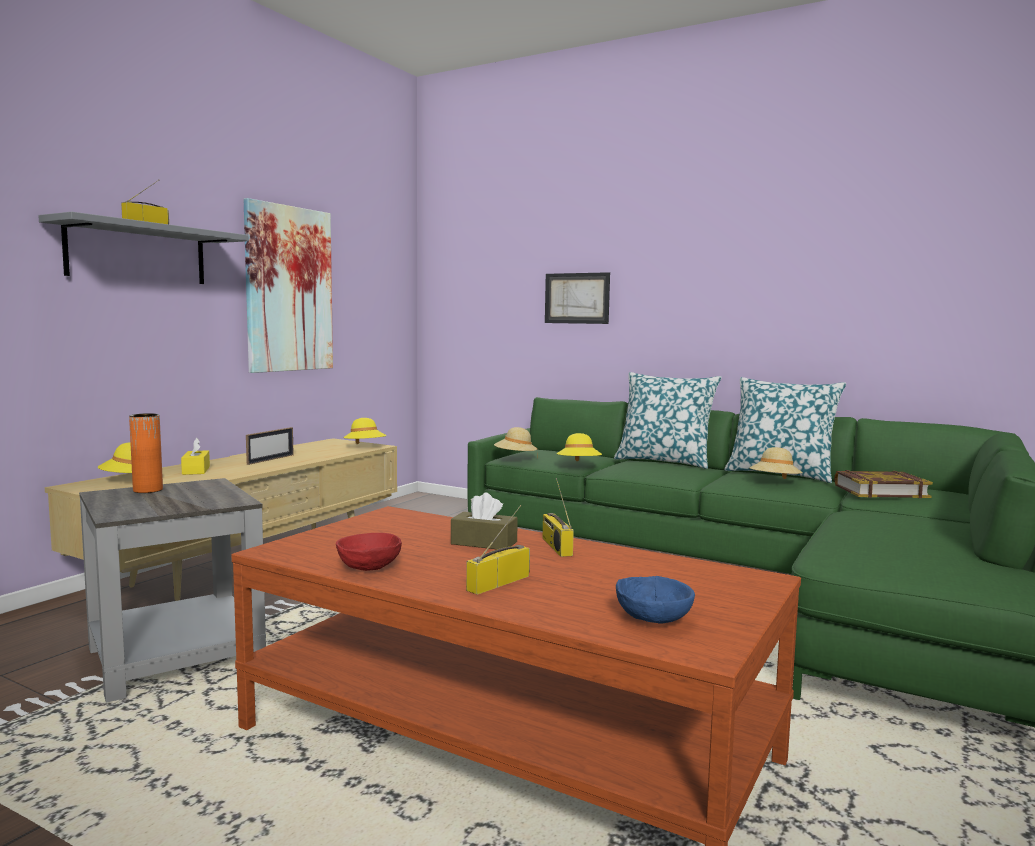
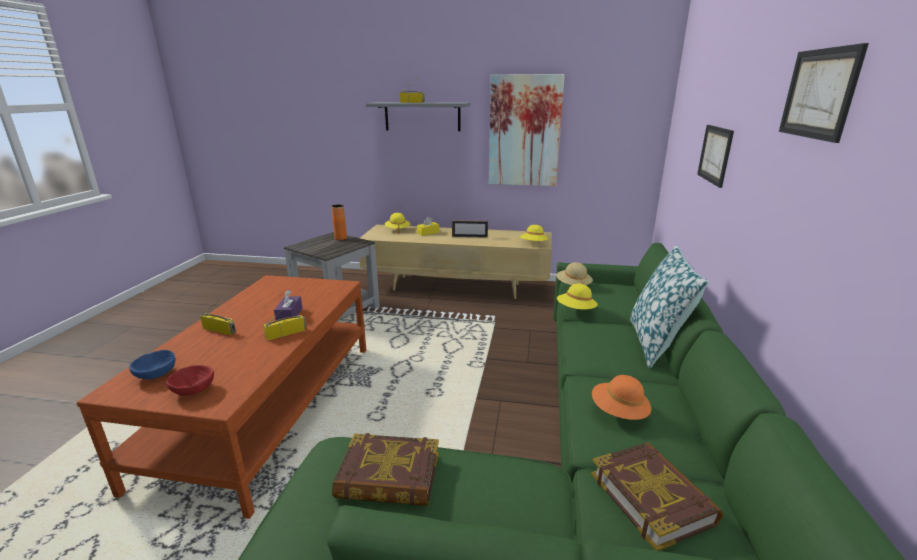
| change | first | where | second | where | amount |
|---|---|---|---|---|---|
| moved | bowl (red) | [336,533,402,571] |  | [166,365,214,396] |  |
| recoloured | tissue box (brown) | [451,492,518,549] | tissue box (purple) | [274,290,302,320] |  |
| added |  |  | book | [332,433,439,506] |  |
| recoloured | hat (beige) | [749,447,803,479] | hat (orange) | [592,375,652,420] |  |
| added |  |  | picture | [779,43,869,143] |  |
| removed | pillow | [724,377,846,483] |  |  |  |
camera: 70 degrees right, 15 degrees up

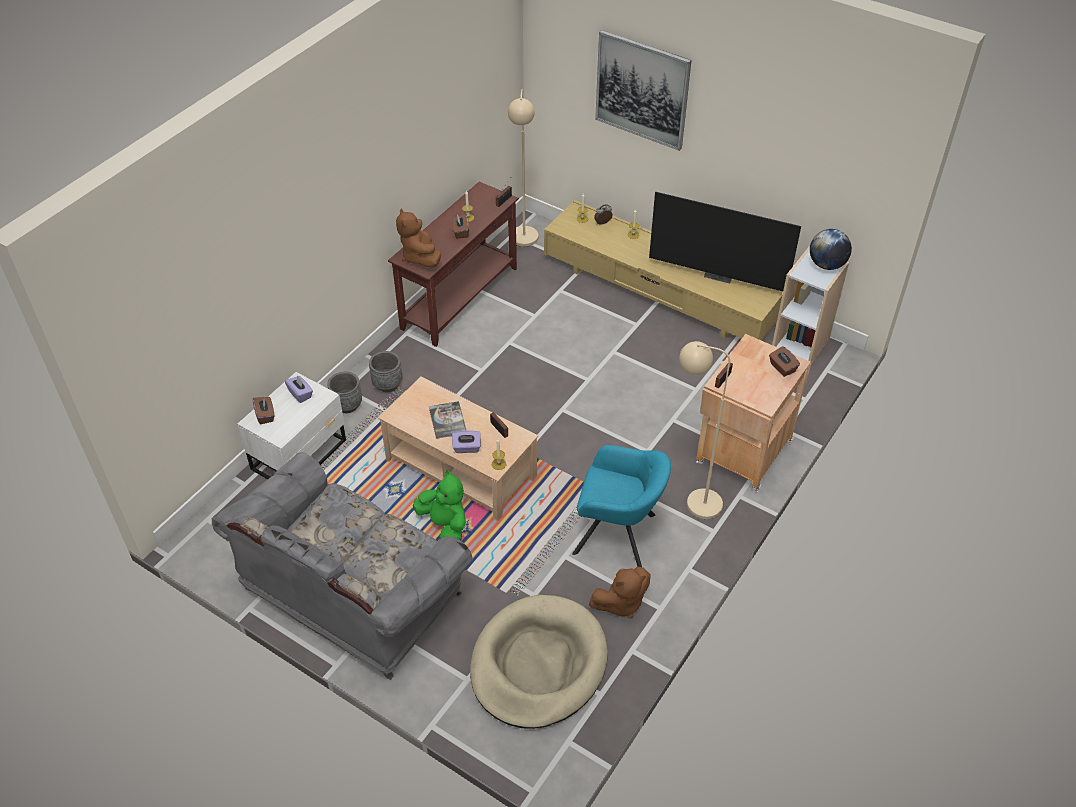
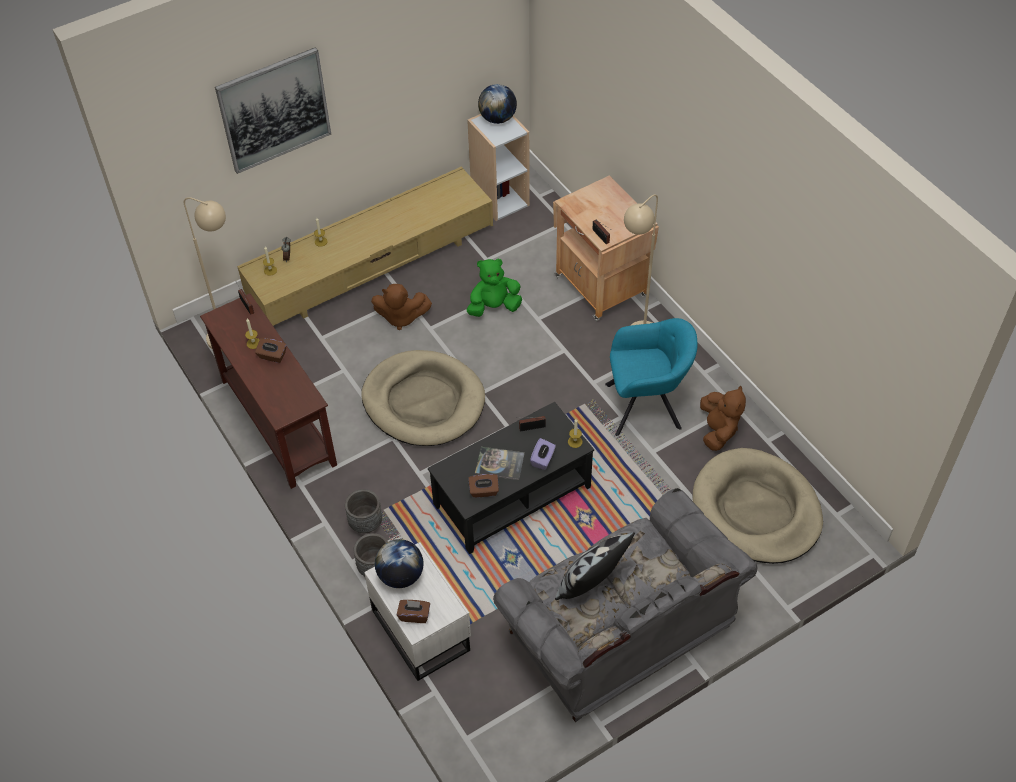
| change | first | where | second | where | amount |
|---|---|---|---|---|---|
| added |  |  | dog bed (beige) | [362,350,485,446] |  |
| moved | plush toy (brown) | [396,208,441,268] |  | [371,284,432,330] |  |
| replaced | tissue box (purple) | [285,375,313,403] | globe | [375,539,423,588] |  |
| recoloured | coffee table (beige) | [379,377,538,521] | coffee table (black) | [428,402,594,554] |  |
| moved | plush toy (green) | [413,470,466,541] |  | [467,258,522,317] |  |
| moved | tissue box (brown) | [769,346,800,377] |  | [468,474,499,498] |  |
| added |  |  | pillow | [555,532,635,600] |  |
| turned | armchair (turquoise) | [572,445,671,567] |  | [605,318,698,436] | 45 degrees clockwise |
| removed | television | [649,192,801,291] |  |  |  |
camera: 65 degrees left, 5 degrees up

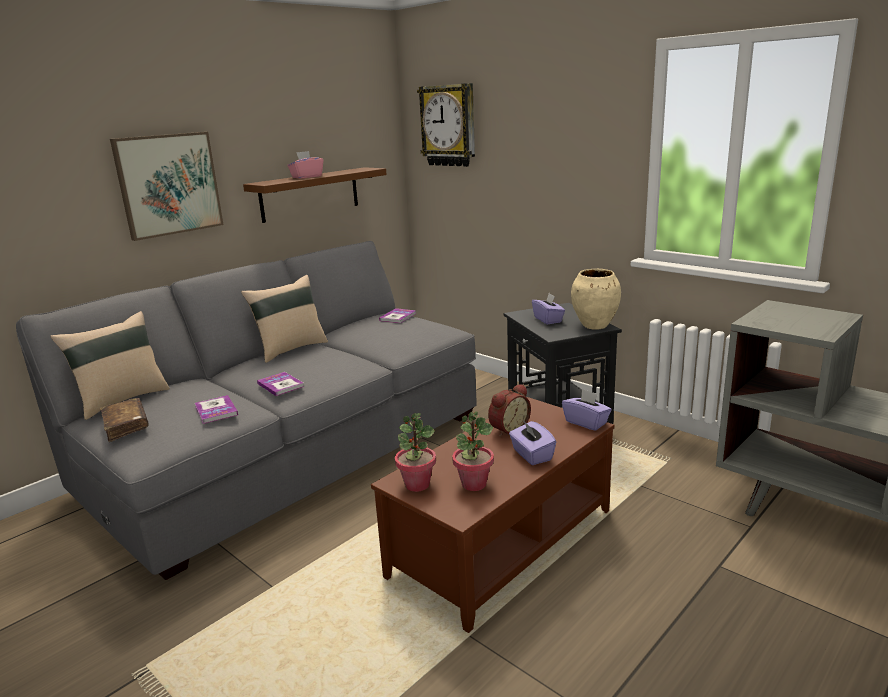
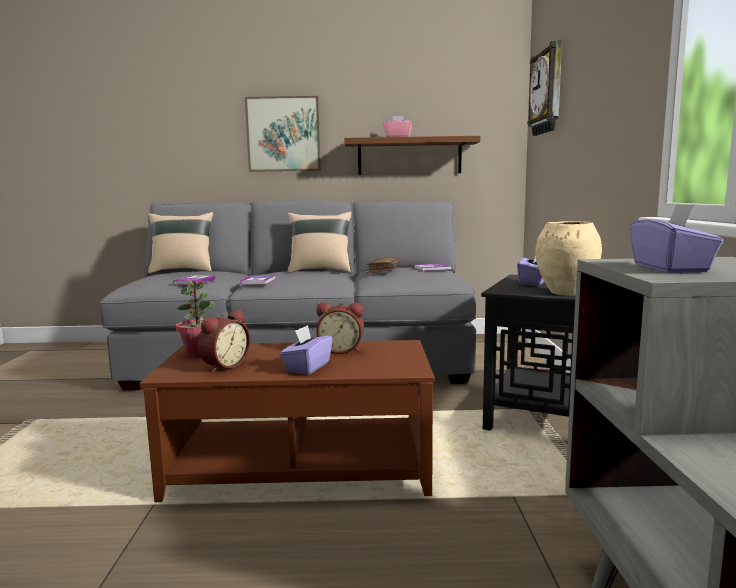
| change | first | where | second | where | amount |
|---|---|---|---|---|---|
| replaced | potted plant | [452,412,494,491] | alarm clock | [198,310,251,372] |  |
| moved | book (brown) | [100,398,148,442] |  | [366,257,402,273] |  |
| moved | tissue box (purple) | [562,389,612,431] |  | [630,204,723,273] |  |
camera: 45 degrees right, 10 degrees down

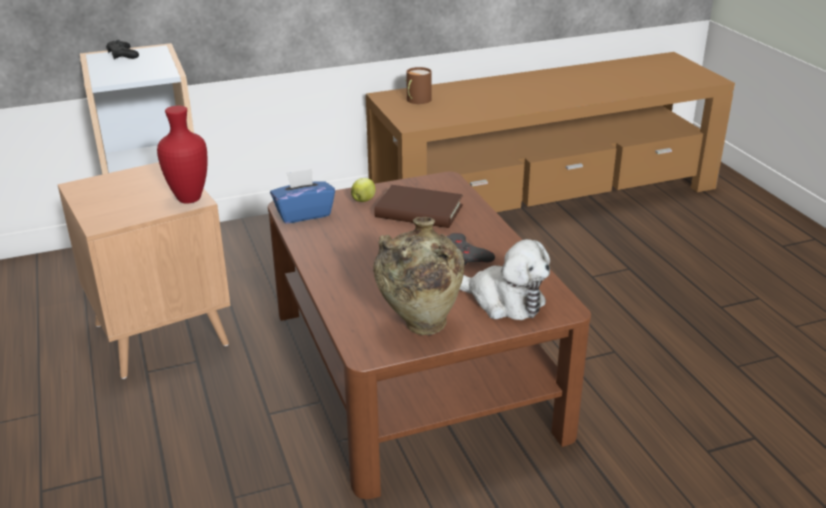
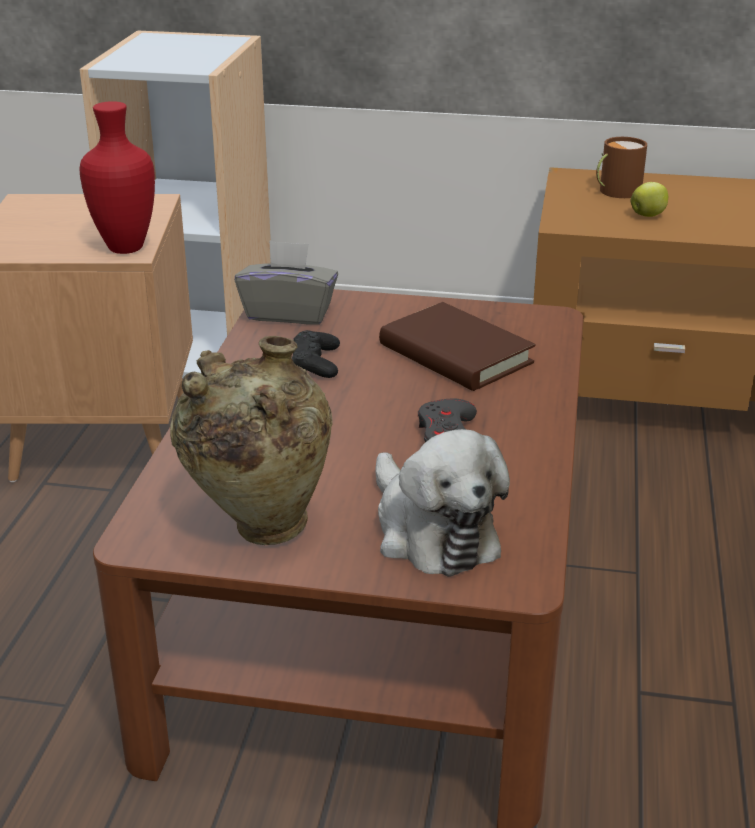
| change | first | where | second | where | amount |
|---|---|---|---|---|---|
| recoloured | tissue box (blue) | [270,169,335,224] | tissue box (grey) | [235,241,338,324] |  |
| moved | game controller (black) | [106,40,139,60] |  | [292,330,340,378] |  |
| moved | apple | [351,178,376,202] |  | [631,182,668,217] |  |
camera: 30 degrees right, 0 degrees up

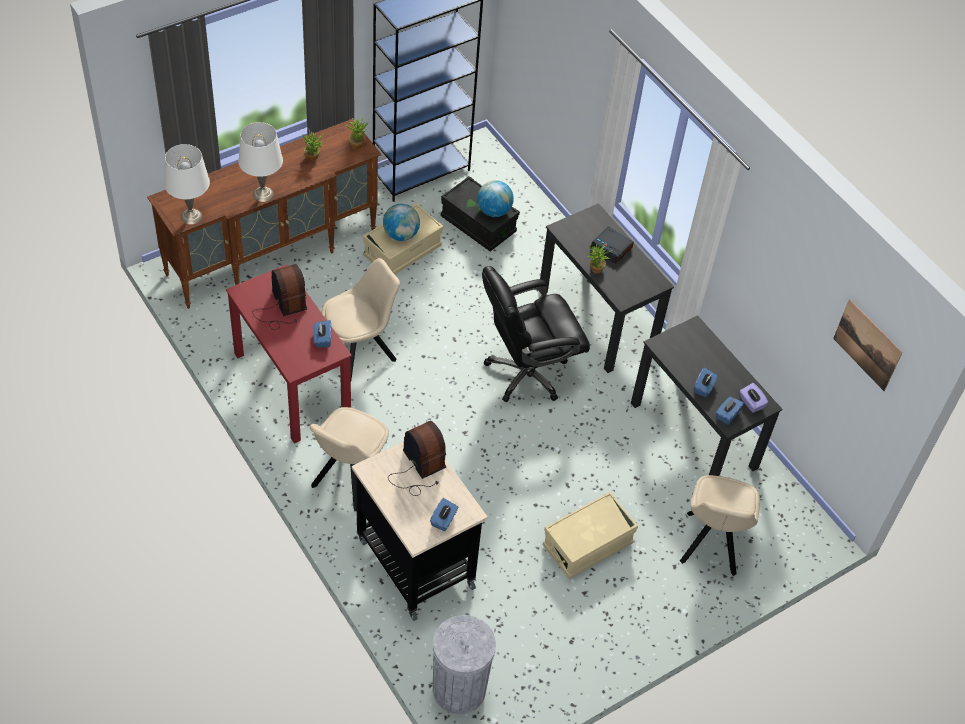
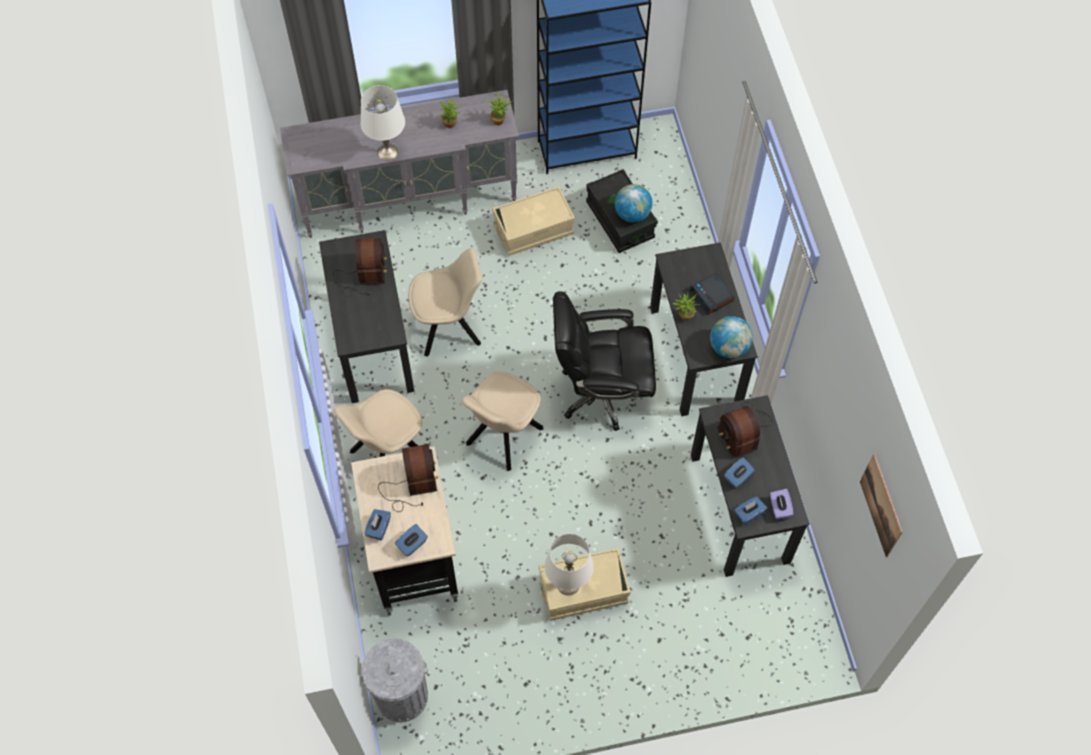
| change | first | where | second | where | amount |
|---|---|---|---|---|---|
| recoloured | cabinet (brown) | [147,119,382,309] | cabinet (grey) | [280,90,519,238] |  |
| recoloured | desk (red) | [226,264,352,444] | desk (black) | [319,230,415,403] |  |
| moved | tissue box (blue) | [314,320,331,347] |  | [364,509,391,540] |  |
| moved | chair (beige) | [680,475,760,576] |  | [462,372,544,471] |  |
| moved | table lamp (white) | [164,144,210,224] |  | [545,534,594,595] |  |
| moved | globe | [383,204,420,241] |  | [710,316,753,358] |  |
| added |  |  | radio | [717,402,773,459] |  |
camera: 25 degrees right, 10 degrees up

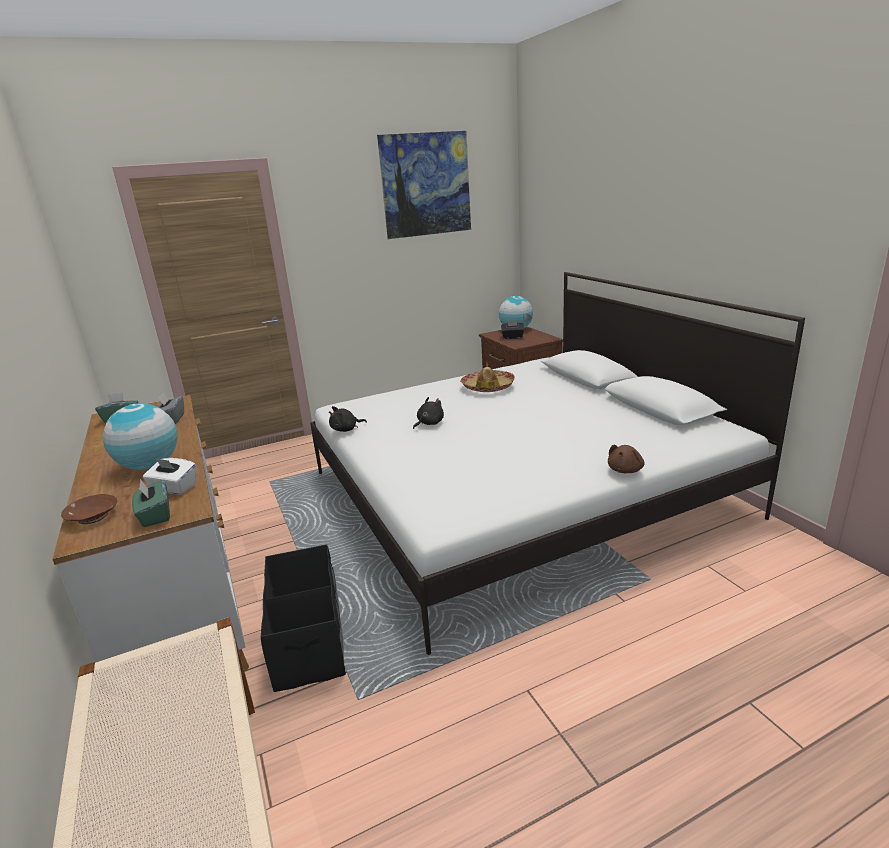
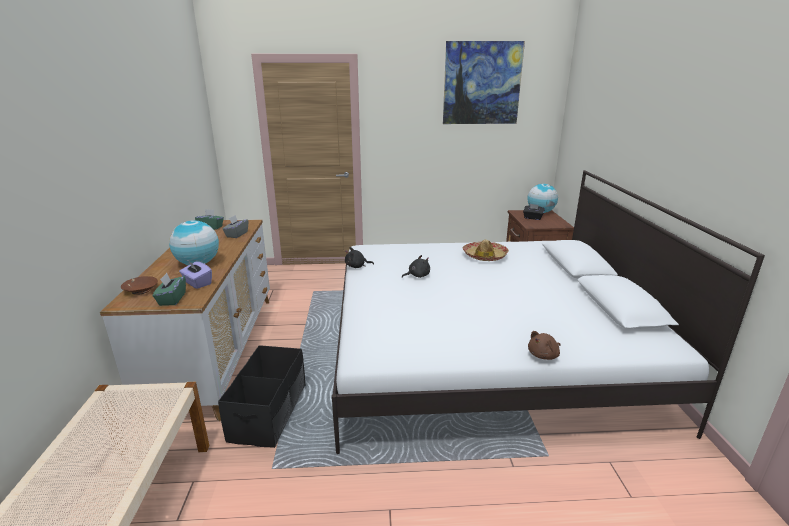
| change | first | where | second | where | amount |
|---|---|---|---|---|---|
| recoloured | tissue box (white) | [143,458,196,495] | tissue box (purple) | [179,261,212,289] |  |
camera: 20 degrees right, 0 degrees up

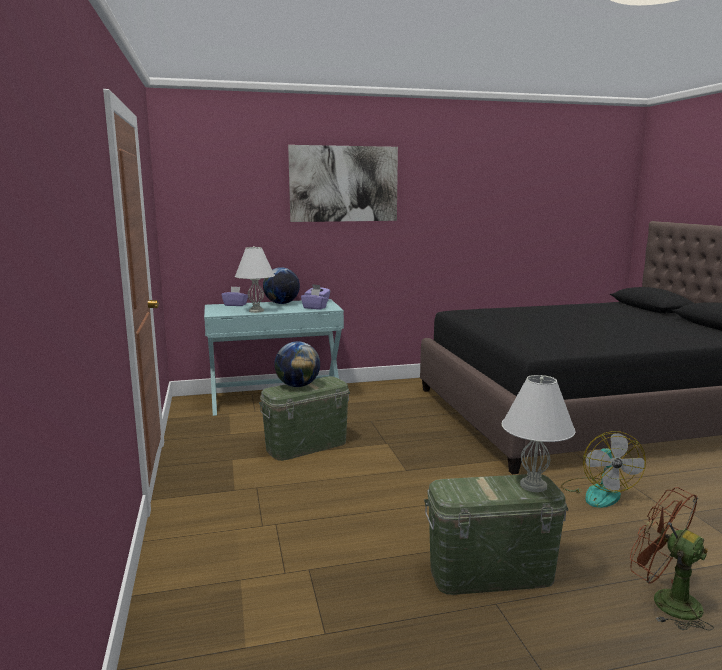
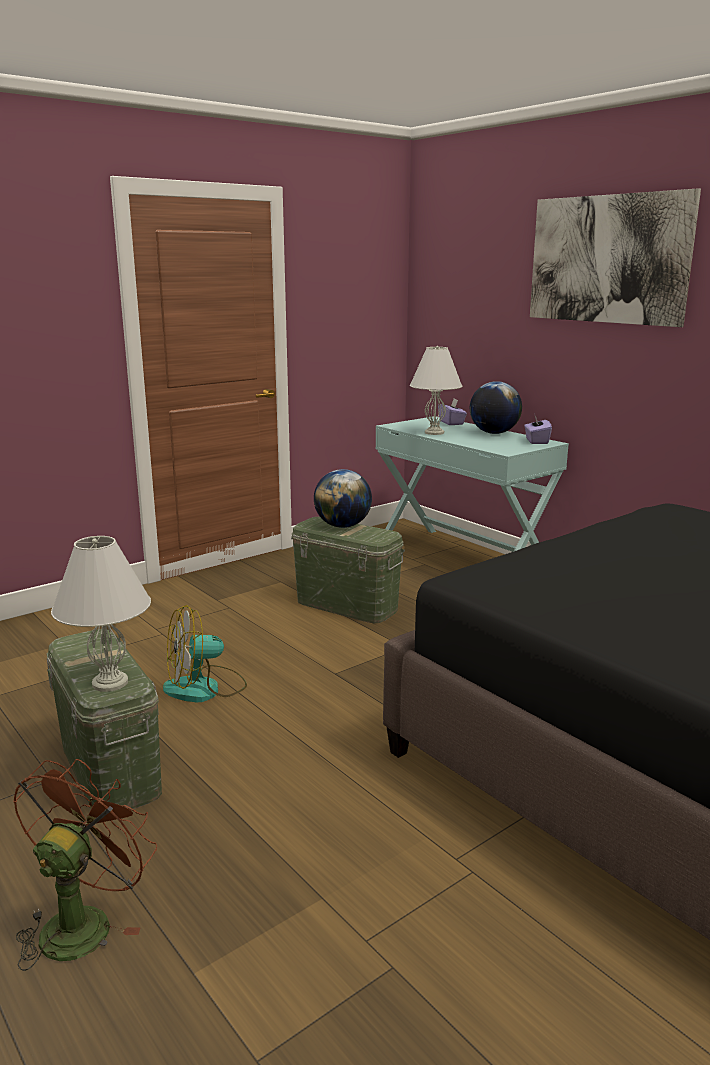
| change | first | where | second | where | amount |
|---|---|---|---|---|---|
| moved | fan | [561,431,646,508] |  | [163,605,247,702] |  |
| removed | tissue box (purple) | [301,289,328,310] |  |  |  |
camera: 65 degrees right, 5 degrees up

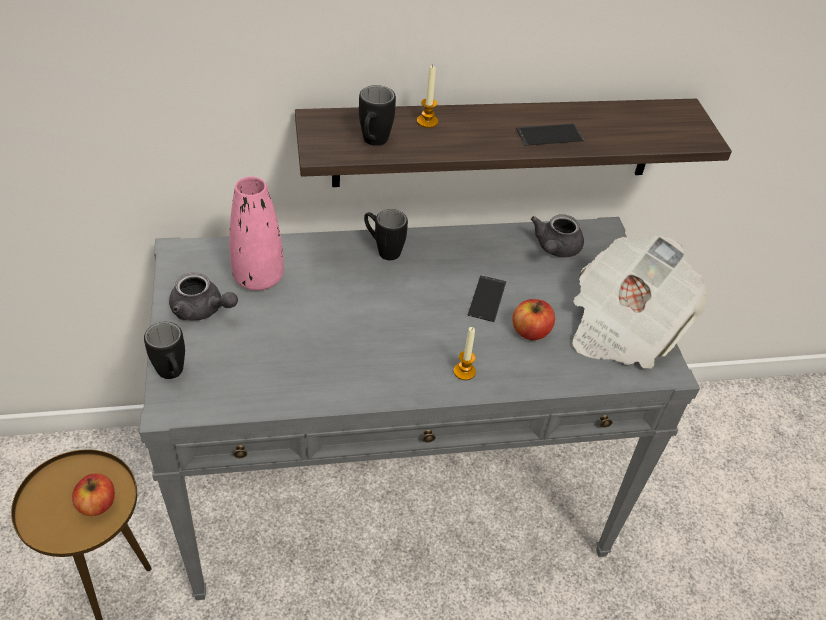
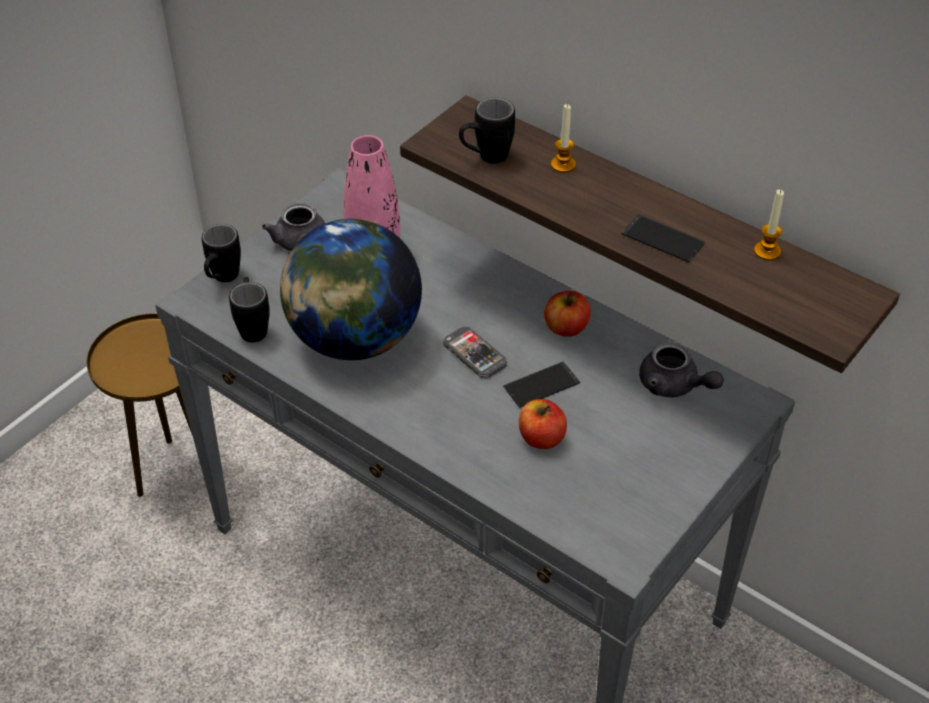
| change | first | where | second | where | amount |
|---|---|---|---|---|---|
| moved | mug (black) | [364,209,408,260] |  | [229,277,270,342] |  |
| added |  |  | globe | [280,219,422,360] |  |
| added |  |  | phone | [443,327,507,378] |  |
| moved | apple | [72,473,115,516] |  | [544,291,591,337] |  |
| turned | teapot (grey) | [531,214,584,257] |  | [639,342,724,397] | 120 degrees counterclockwise |
| moved | candle | [454,327,476,380] |  | [754,189,784,260] |  |
| removed | newspaper | [572,236,707,369] |  |  |  |
camera: 50 degrees right, 0 degrees up

